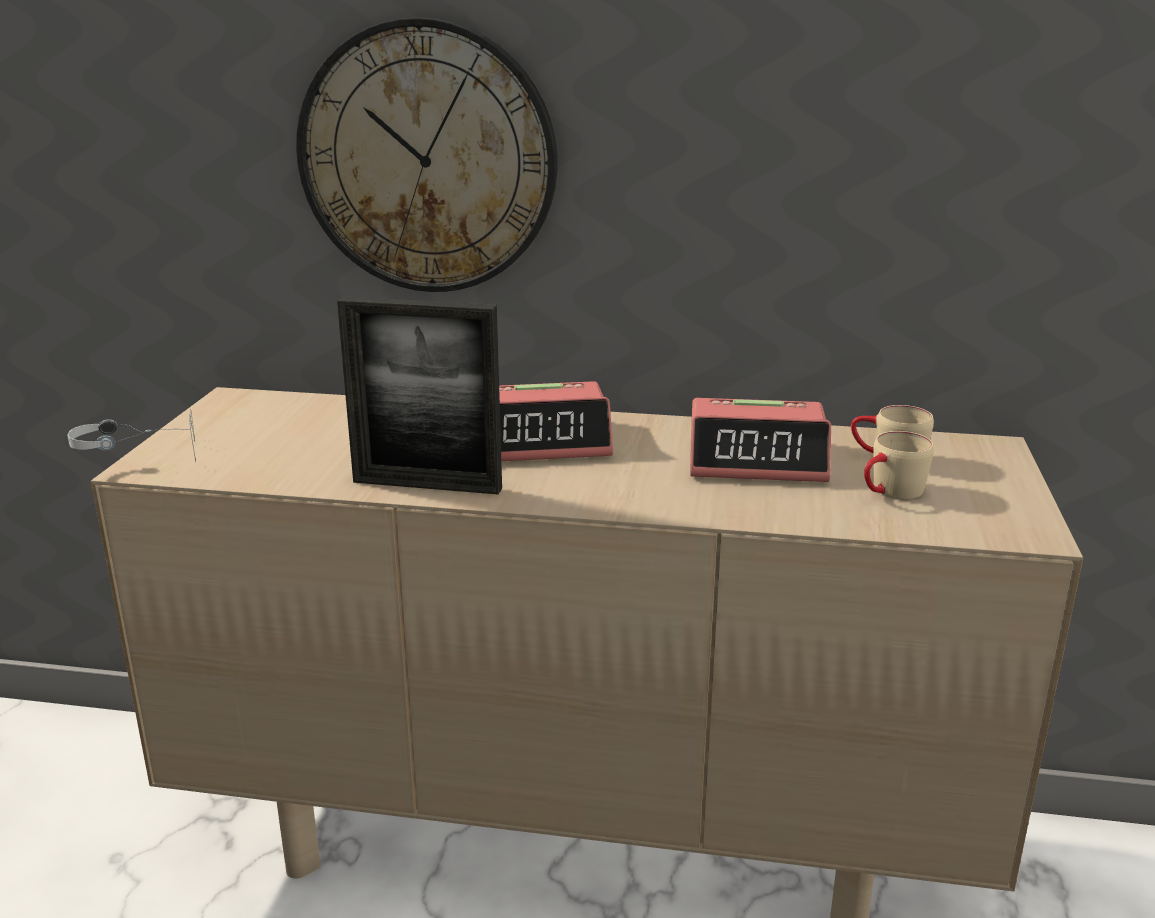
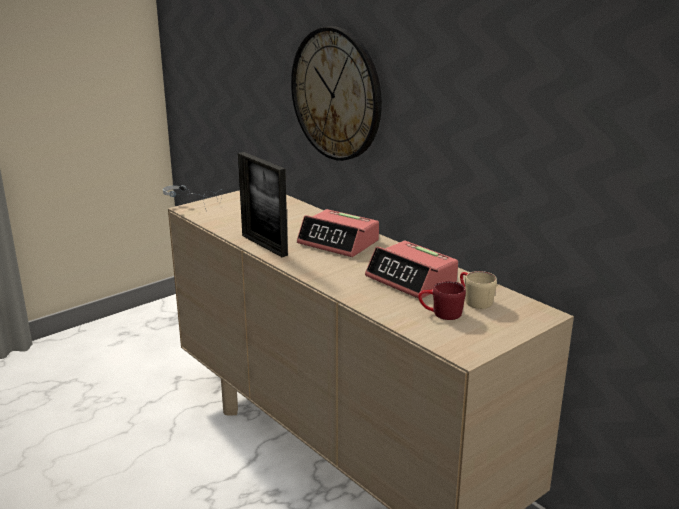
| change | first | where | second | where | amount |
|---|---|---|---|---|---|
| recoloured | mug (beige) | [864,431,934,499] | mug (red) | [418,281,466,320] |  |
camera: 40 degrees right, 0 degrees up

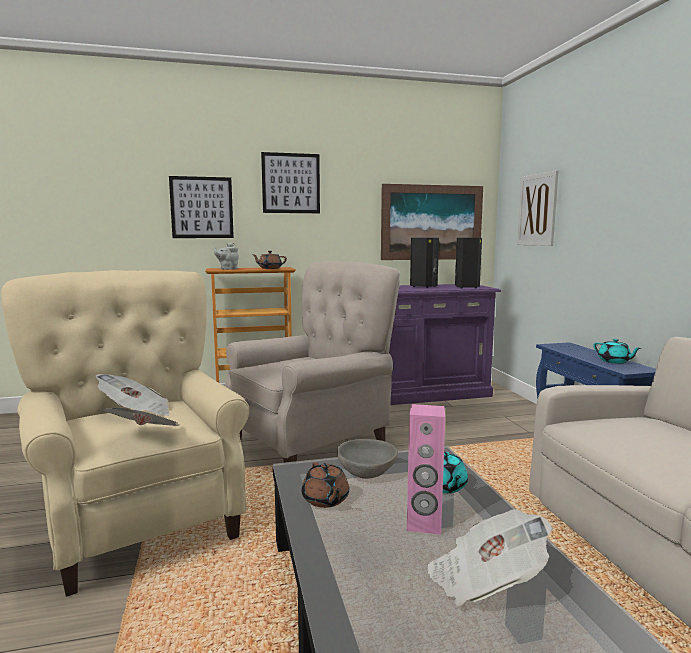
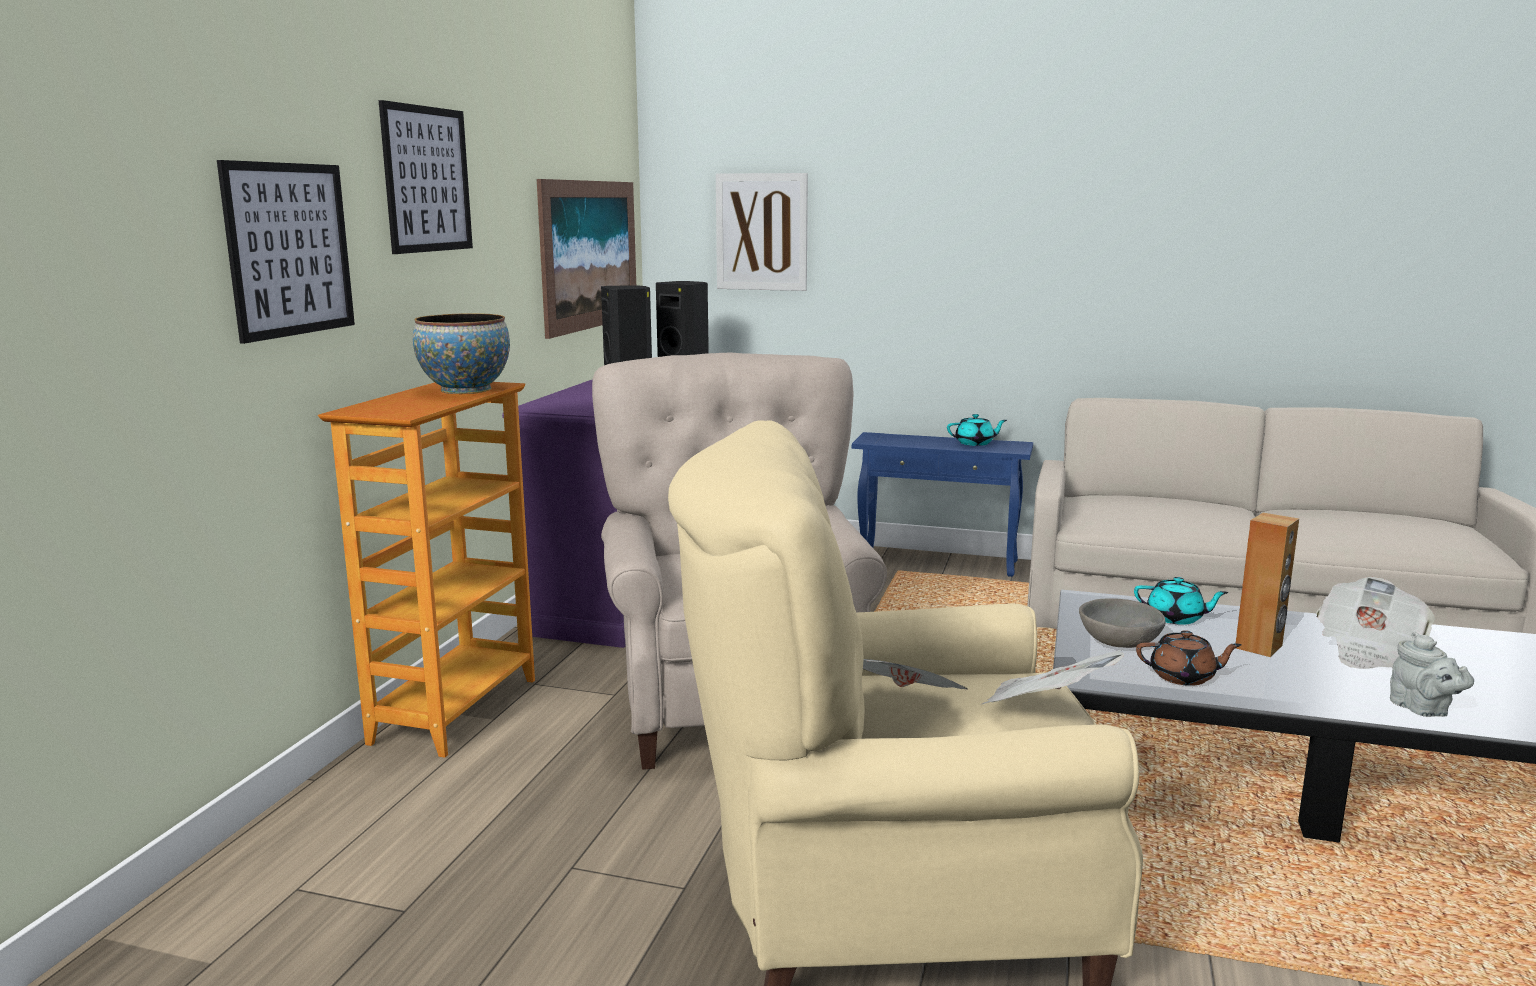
| change | first | where | second | where | amount |
|---|---|---|---|---|---|
| replaced | teapot (brown) | [252,251,287,269] | bowl | [413,313,510,394] |  |
| recoloured | speaker (pink) | [407,404,445,535] | speaker (brown) | [1236,513,1299,657] |  |
| moved | teapot (grey) | [214,243,239,270] |  | [1390,632,1474,717] |  |
camera: 60 degrees left, 5 degrees up

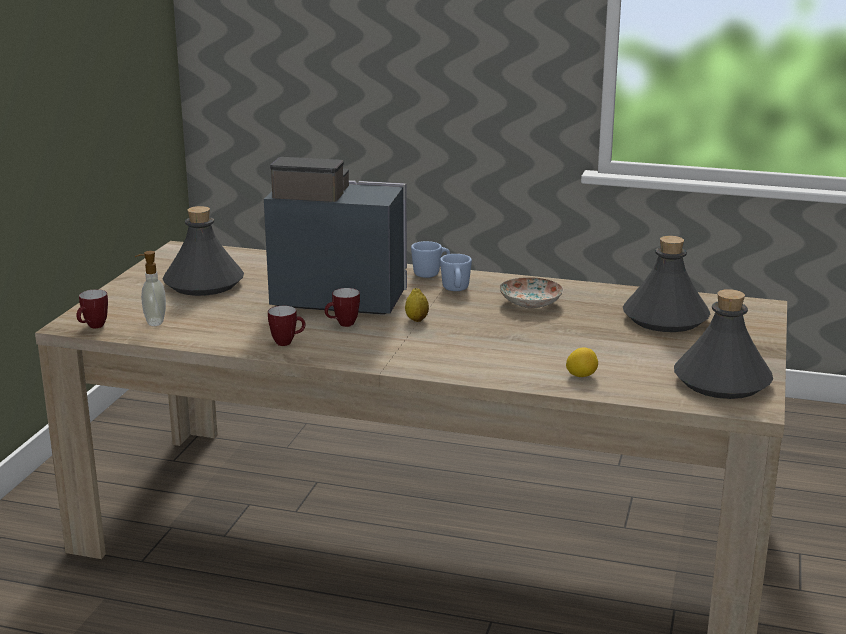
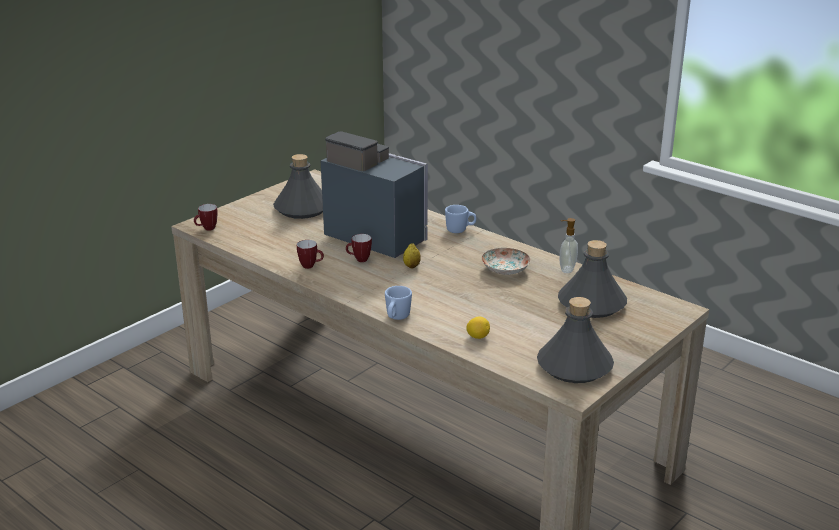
| change | first | where | second | where | amount |
|---|---|---|---|---|---|
| moved | mug (blue) | [440,254,472,291] |  | [385,286,412,320] |  |
| moved | soap dispenser | [135,251,166,326] |  | [560,218,578,273] |  |
camera: 25 degrees right, 5 degrees up

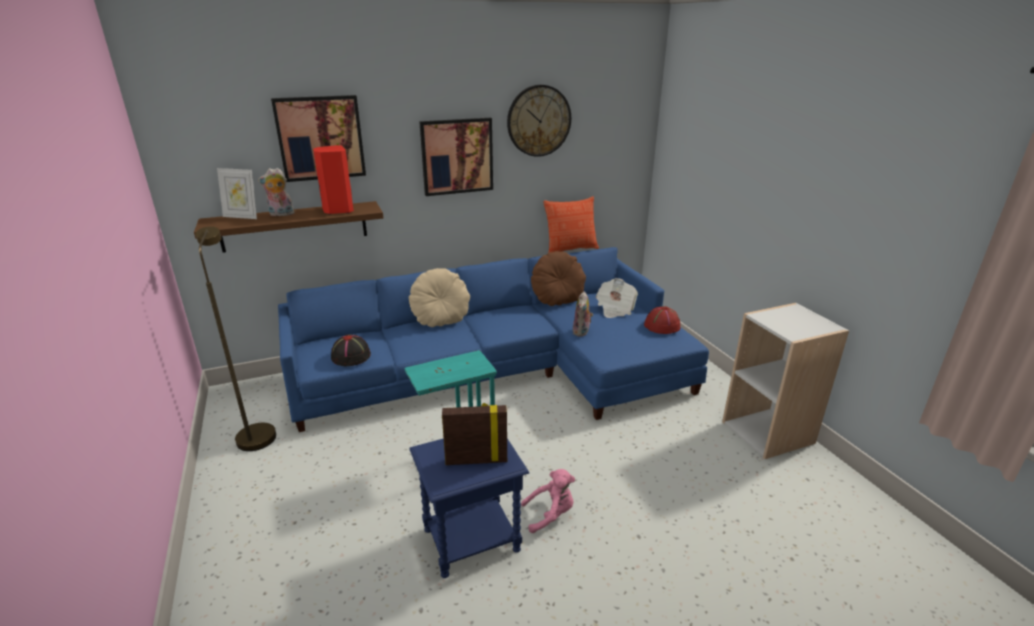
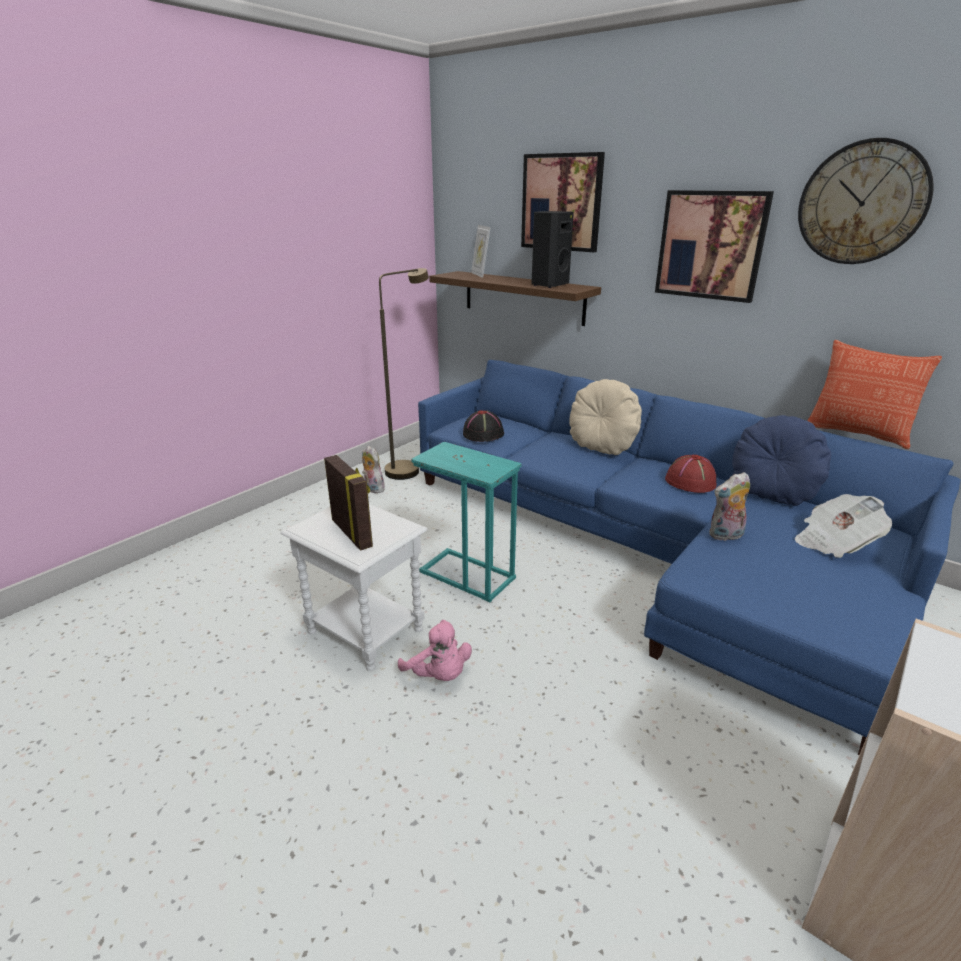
| change | first | where | second | where | amount |
|---|---|---|---|---|---|
| recoloured | side table (blue) | [409,438,529,578] | side table (white) | [280,504,428,671] |  |
| moved | plush toy | [258,168,294,216] |  | [362,446,385,493] |  |
| recoloured | speaker (red) | [313,145,354,214] | speaker (black) | [532,211,574,288] |  |
| moved | hat (red) | [644,306,681,334] |  | [665,455,717,493] |  |
| recoloured | pillow (brown) | [531,251,586,306] | pillow (blue) | [732,415,831,506] |  |
camera: 60 degrees right, 0 degrees up

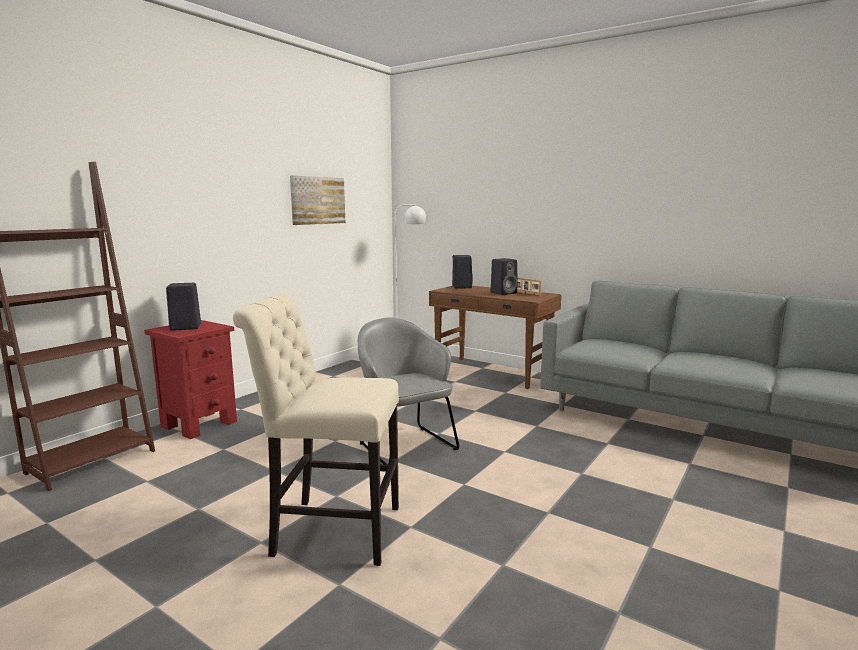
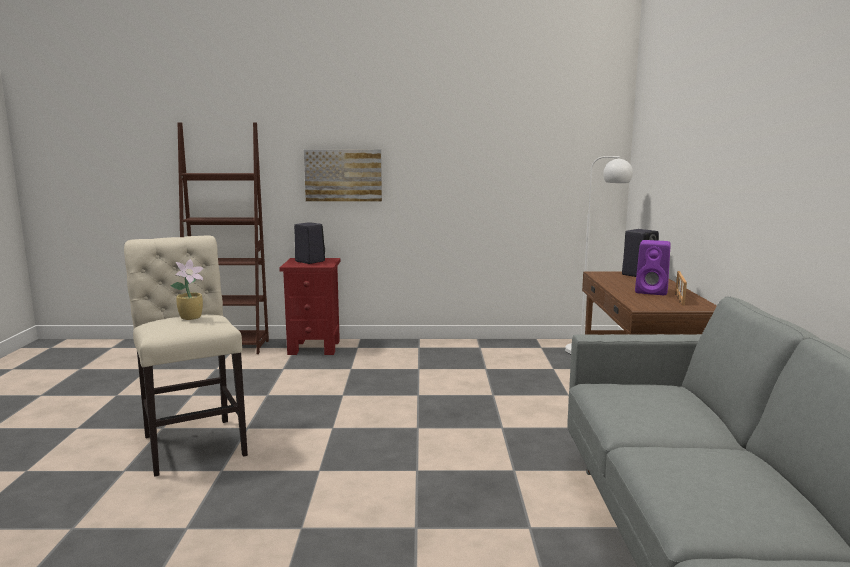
| change | first | where | second | where | amount |
|---|---|---|---|---|---|
| added |  |  | potted plant | [170,259,204,320] |  |
| moved | picture | [290,175,345,225] |  | [304,149,382,202] |  |
| recoloured | speaker (black) | [491,258,518,295] | speaker (purple) | [635,240,671,295] |  |
| removed | armchair (grey) | [358,317,459,465] |  |  |  |
camera: 55 degrees right, 0 degrees up

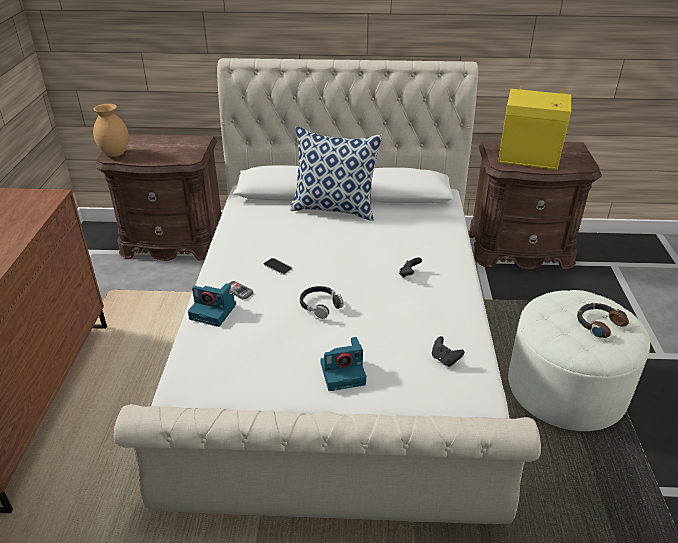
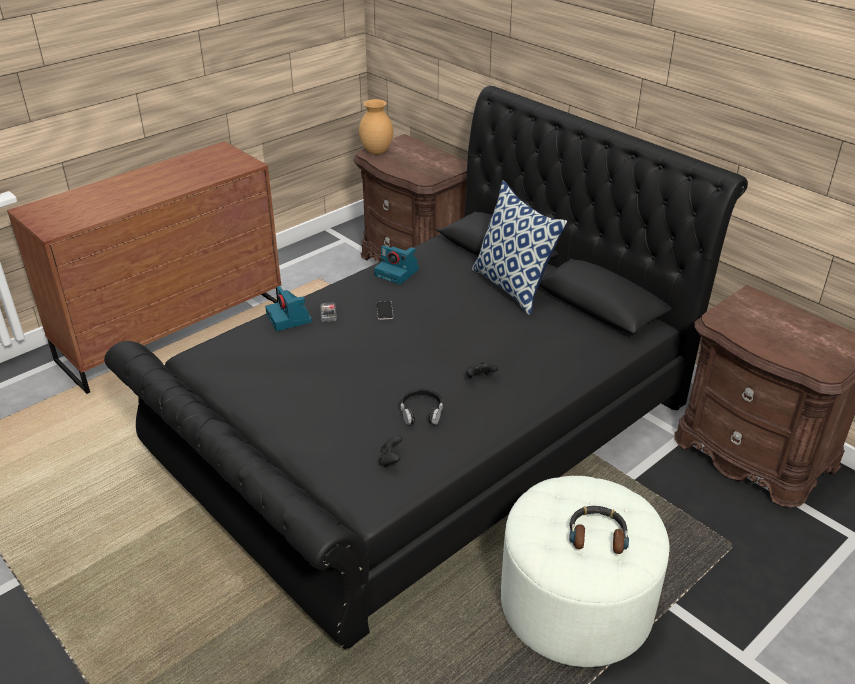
| change | first | where | second | where | amount |
|---|---|---|---|---|---|
| recoloured | bed (beige) | [114,58,541,524] | bed (black) | [104,86,748,649] |  |
| moved | photo camera | [320,337,366,391] |  | [374,245,419,284] |  |
| moved | headphones (black) | [300,286,343,319] |  | [400,389,443,425] |  |
| removed | speaker (yellow) | [498,86,571,170] |  |  |  |
camera: 45 degrees right, 0 degrees up

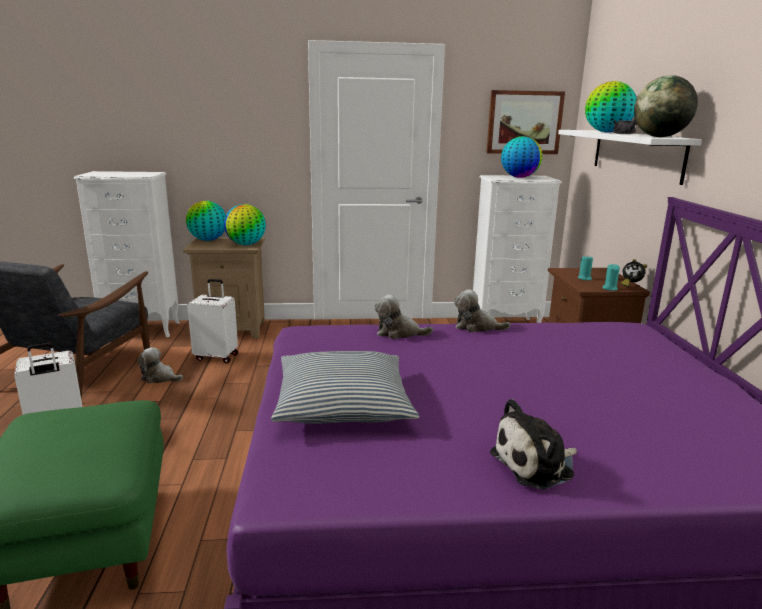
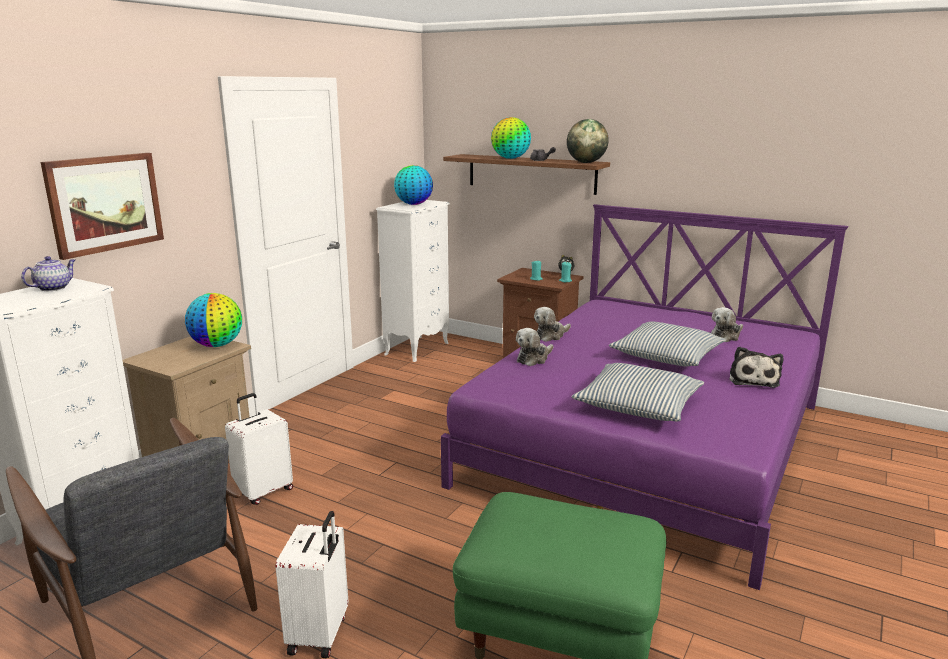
| change | first | where | second | where | amount |
|---|---|---|---|---|---|
| added |  |  | teapot | [21,256,75,291] |  |
| moved | picture | [486,90,565,154] |  | [41,153,164,260] |  |
| recoloured | shelf (white) | [558,130,702,185] | shelf (brown) | [443,154,610,195] |  |
| added |  |  | pillow | [609,321,726,367] |  |
| moved | plush toy | [137,347,183,384] |  | [711,307,743,342] |  |
| removed | globe | [186,201,226,241] |  |  |  |
camera: 55 degrees left, 0 degrees up

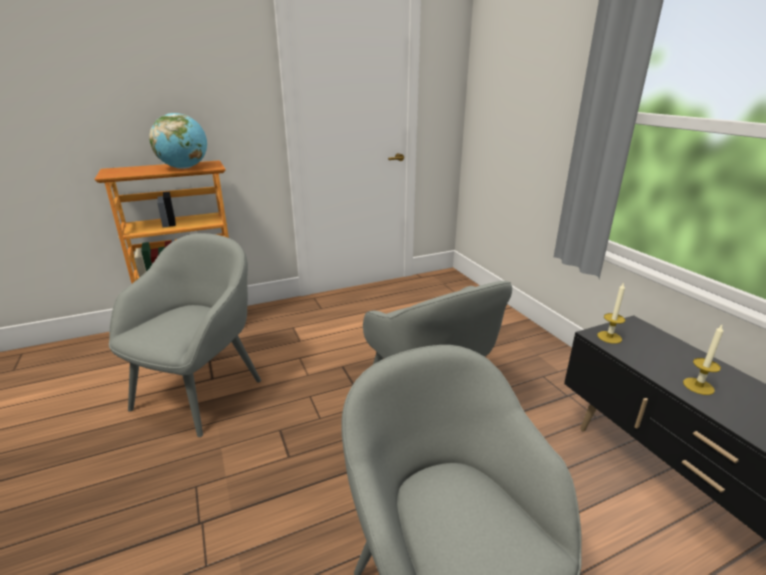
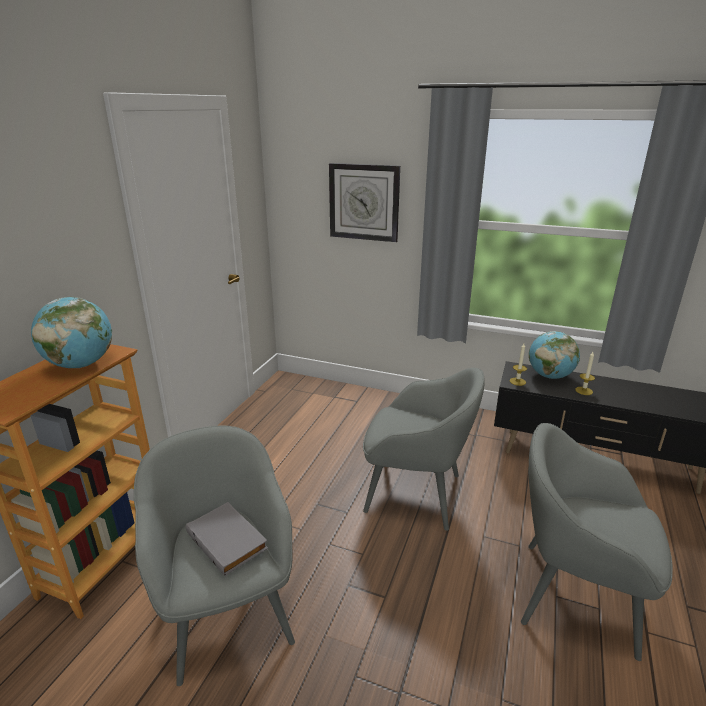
| change | first | where | second | where | amount |
|---|---|---|---|---|---|
| added |  |  | book (grey) | [186,502,268,576] |  |
| added |  |  | wall clock | [329,163,400,242] |  |
| added |  |  | globe | [529,331,580,379] |  |
camera: 45 degrees left, 0 degrees up

